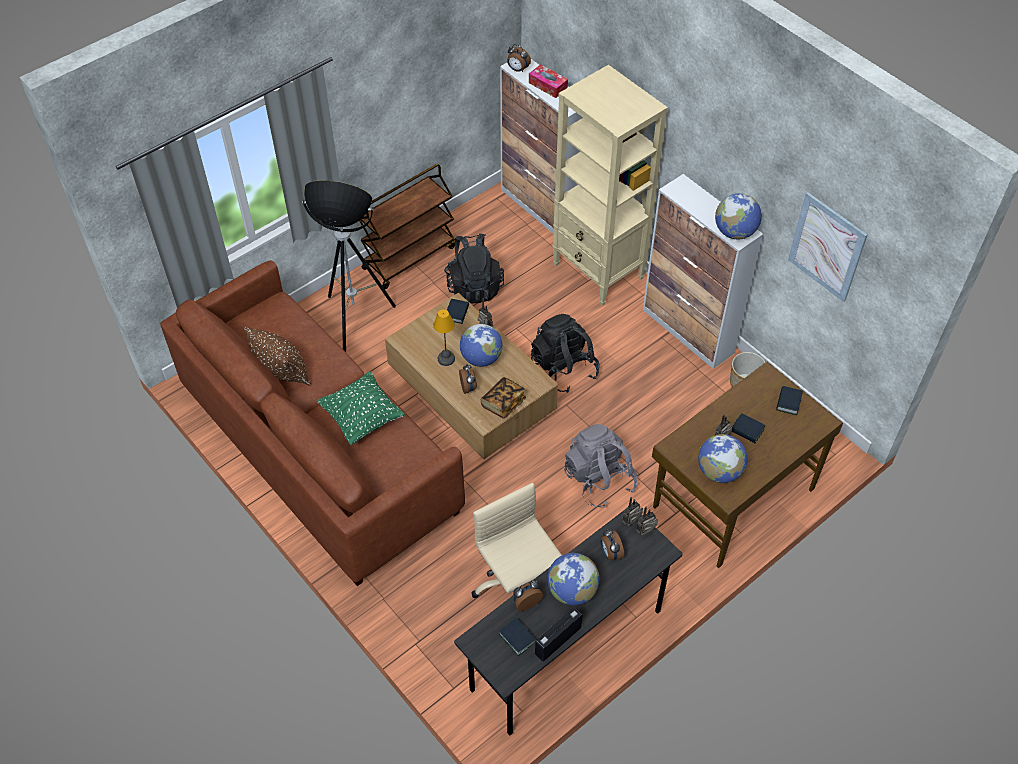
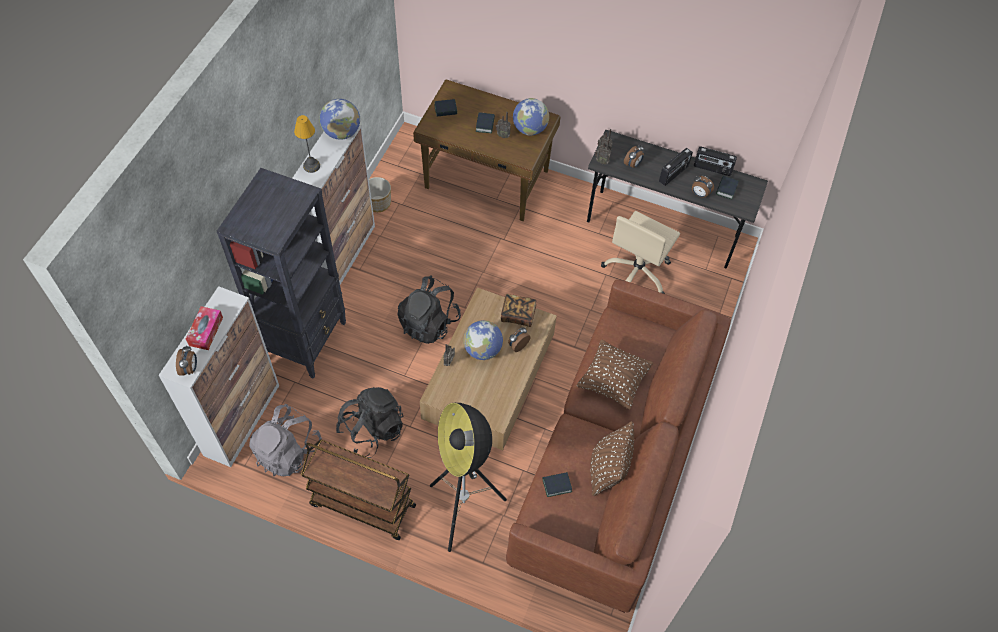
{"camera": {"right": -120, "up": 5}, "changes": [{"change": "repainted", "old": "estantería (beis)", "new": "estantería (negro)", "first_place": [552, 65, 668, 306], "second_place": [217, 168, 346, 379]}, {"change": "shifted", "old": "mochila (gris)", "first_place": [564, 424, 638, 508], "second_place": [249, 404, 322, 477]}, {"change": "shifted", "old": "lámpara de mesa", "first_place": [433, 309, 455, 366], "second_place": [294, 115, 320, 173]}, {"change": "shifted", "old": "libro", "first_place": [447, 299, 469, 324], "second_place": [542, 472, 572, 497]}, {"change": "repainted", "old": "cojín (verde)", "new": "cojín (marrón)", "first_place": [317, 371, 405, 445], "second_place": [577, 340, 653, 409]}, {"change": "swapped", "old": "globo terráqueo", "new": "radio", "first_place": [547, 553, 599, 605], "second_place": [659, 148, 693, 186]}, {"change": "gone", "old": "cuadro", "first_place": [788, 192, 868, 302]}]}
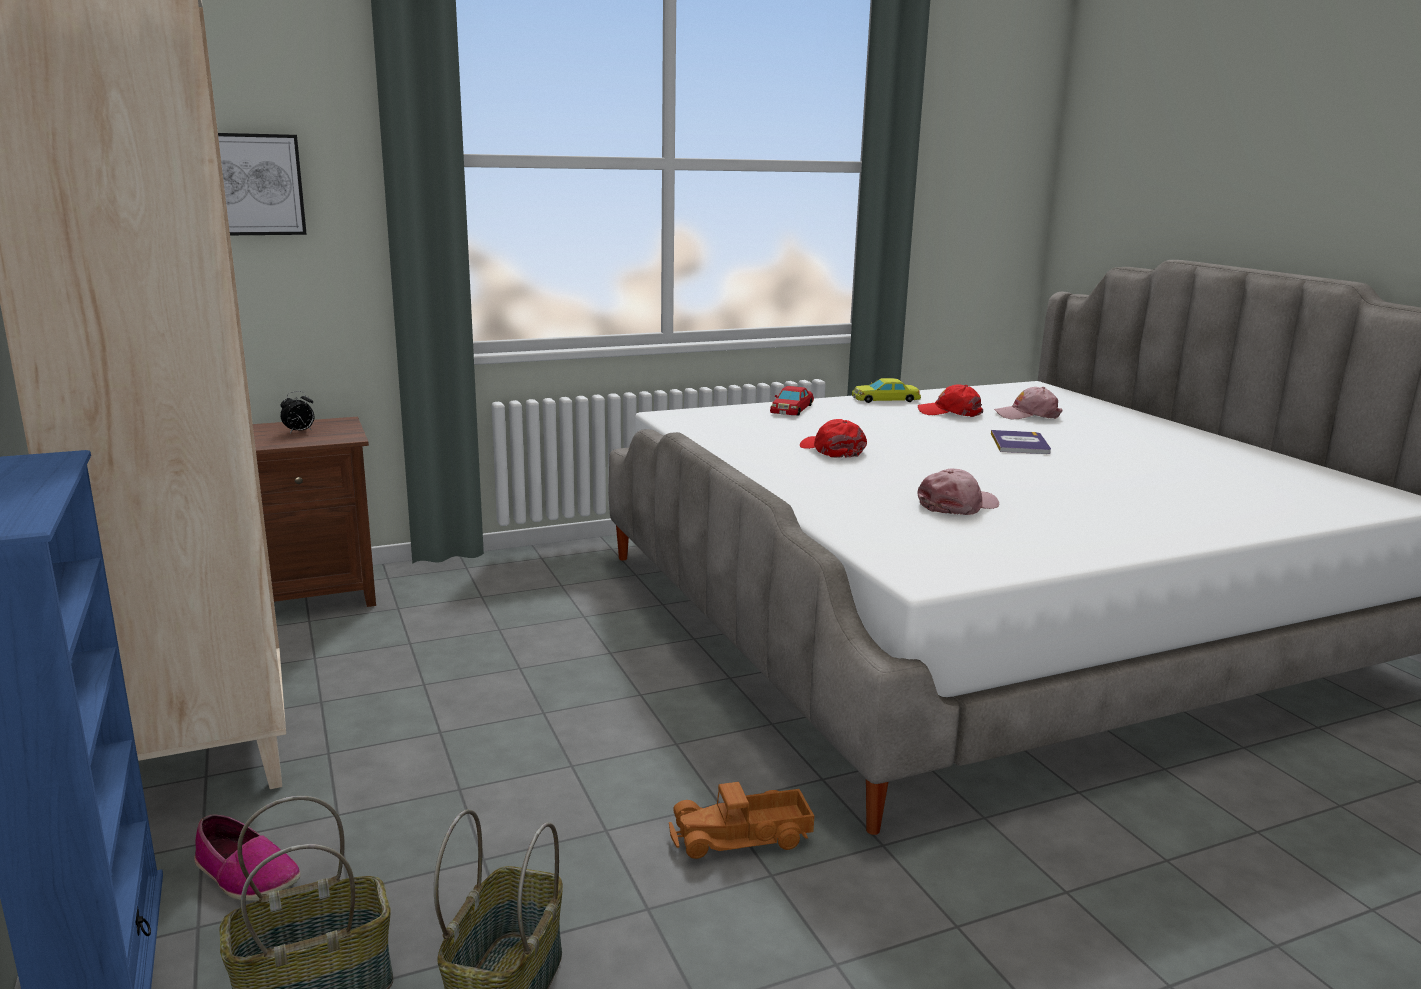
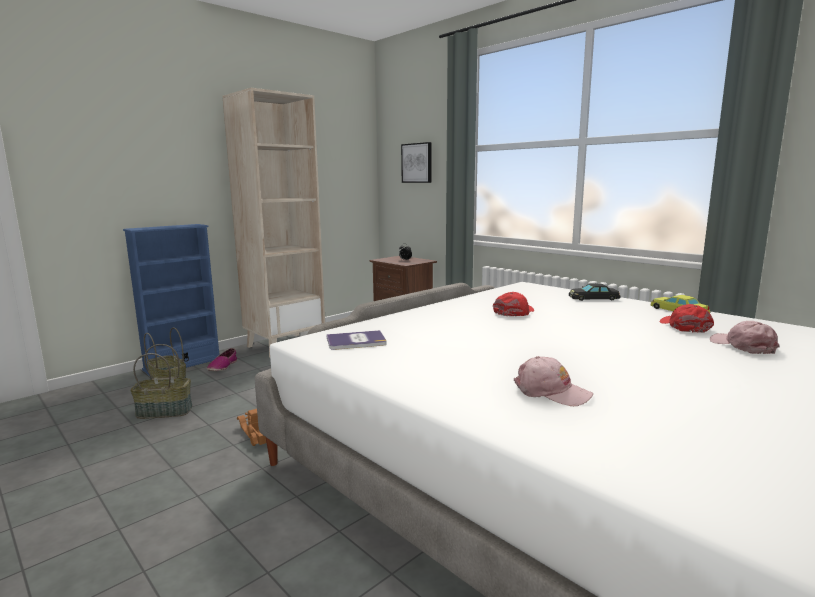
{"camera": {"right": 70, "up": -5}, "changes": [{"change": "shifted", "old": "libro", "first_place": [991, 430, 1051, 454], "second_place": [326, 330, 387, 350]}, {"change": "shifted", "old": "gorra (rosa)", "first_place": [917, 469, 999, 515], "second_place": [514, 356, 593, 406]}, {"change": "repainted", "old": "coche de juguete (rojo)", "new": "coche de juguete (negro)", "first_place": [770, 386, 814, 416], "second_place": [569, 283, 621, 301]}]}
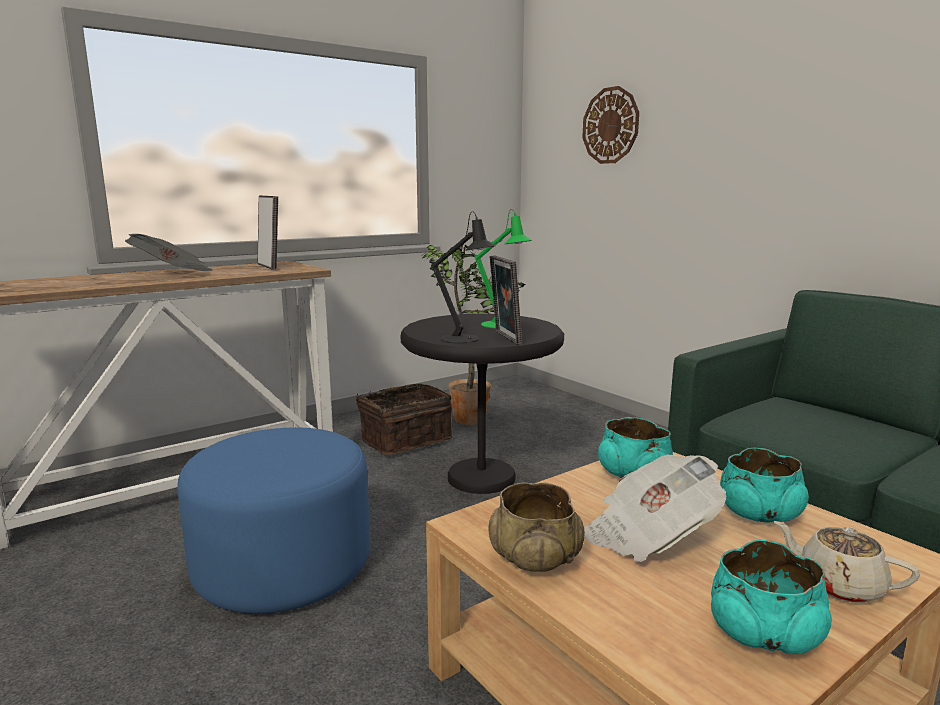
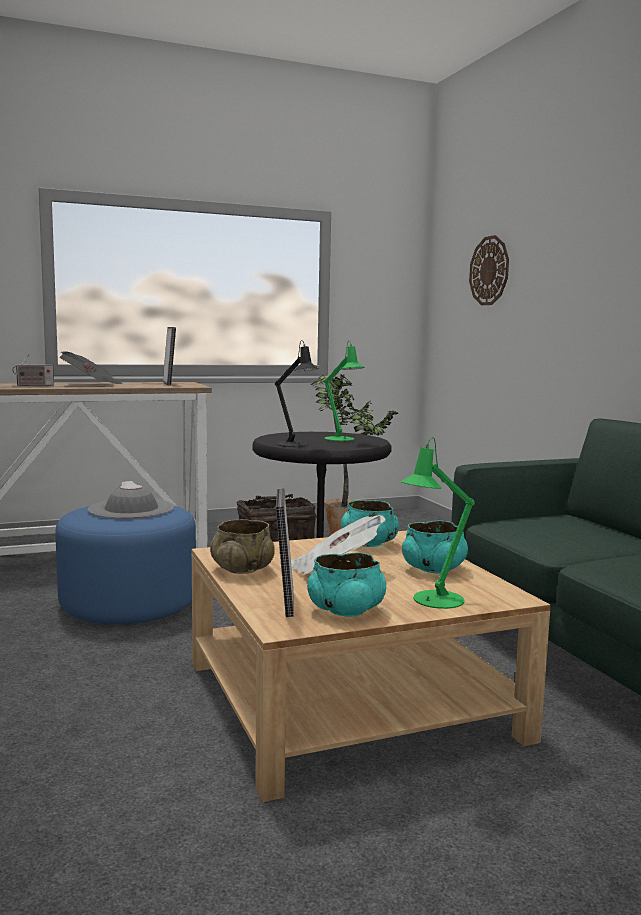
{"camera": {"right": 15, "up": -5}, "changes": [{"change": "new", "new": "radio", "second_place": [12, 354, 54, 386]}, {"change": "new", "new": "sombrero (gris)", "second_place": [88, 481, 174, 519]}, {"change": "shifted", "old": "portarretratos", "first_place": [490, 256, 522, 345], "second_place": [276, 488, 294, 617]}, {"change": "swapped", "old": "tetera (beis)", "new": "lámpara de mesa (verde)", "first_place": [773, 521, 920, 603], "second_place": [401, 437, 475, 609]}]}
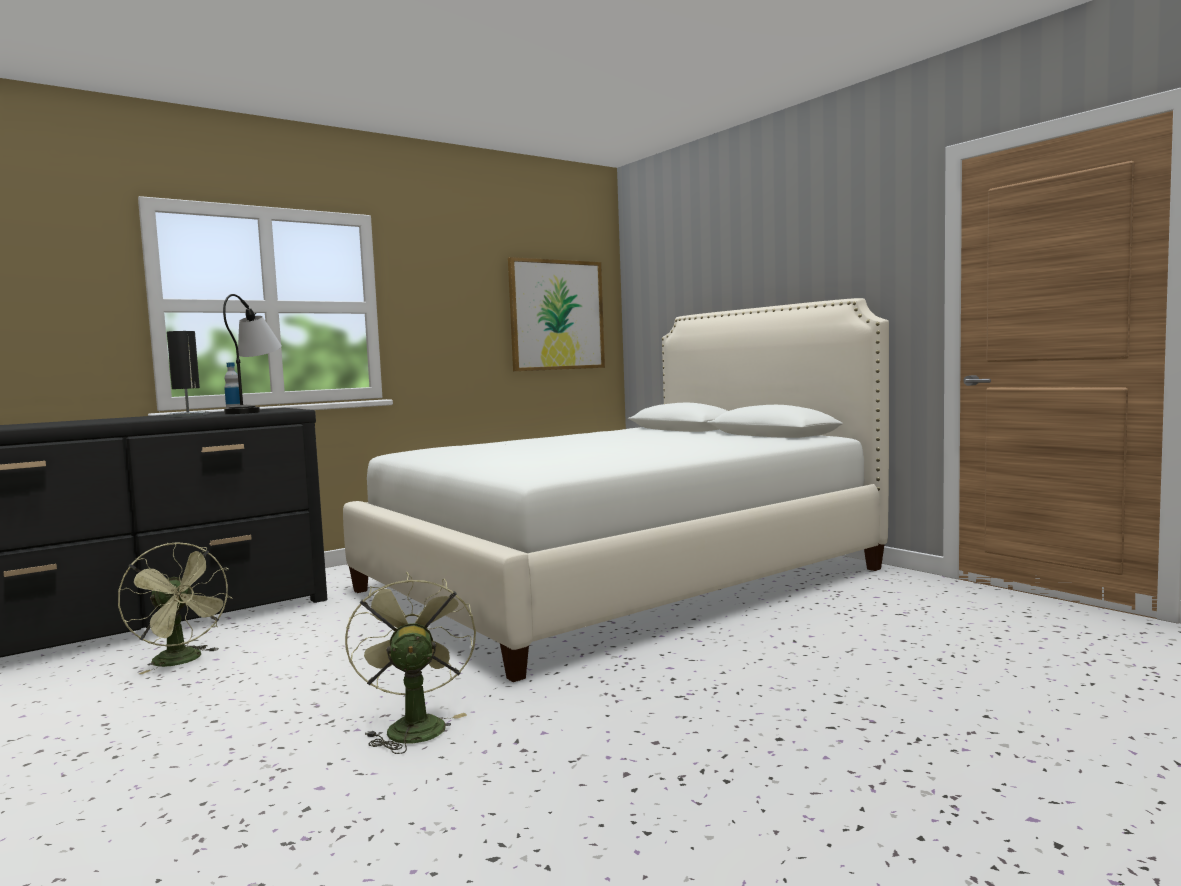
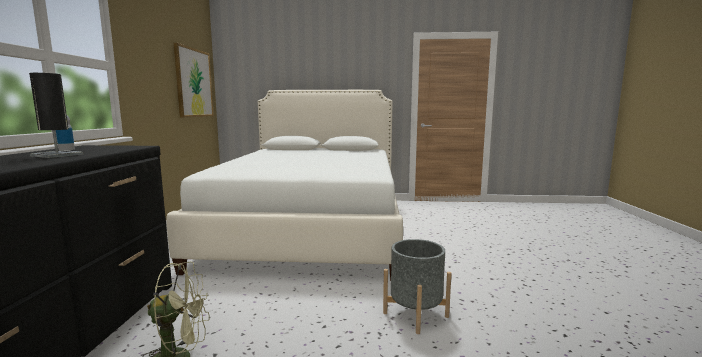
{"camera": {"right": -50, "up": 5}, "changes": [{"change": "swapped", "old": "ventilador (verde)", "new": "maceta (gris)", "first_place": [345, 572, 476, 754], "second_place": [383, 239, 451, 334]}, {"change": "gone", "old": "lámpara de mesa", "first_place": [223, 294, 282, 414]}]}
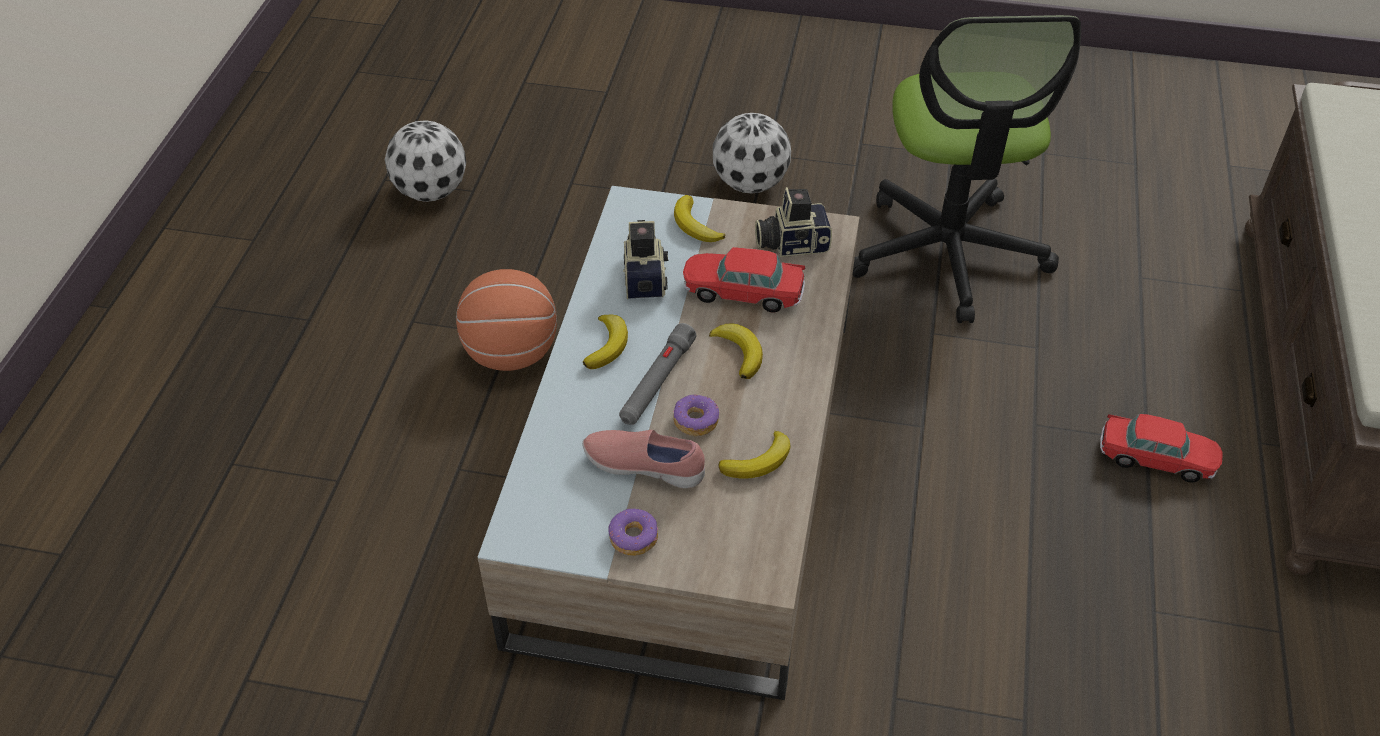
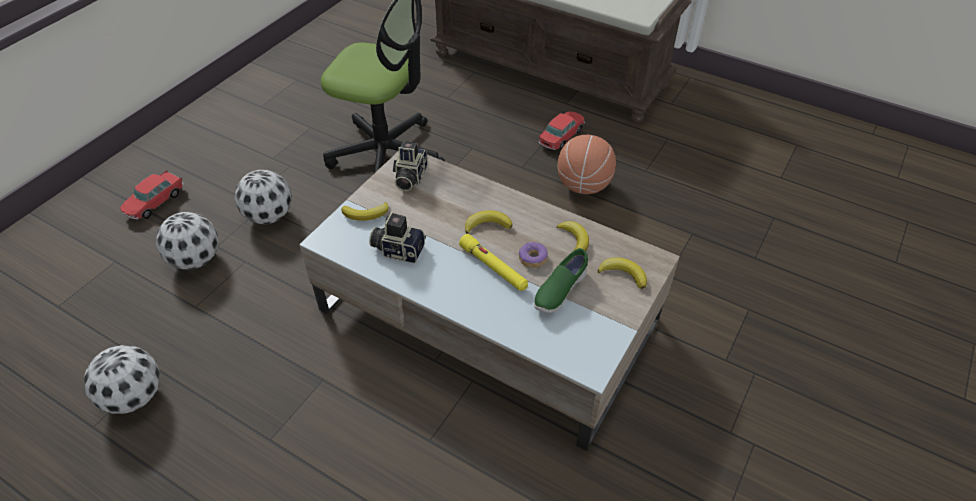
{"camera": {"right": -70, "up": 0}, "changes": [{"change": "shifted", "old": "coche de juguete", "first_place": [683, 247, 805, 313], "second_place": [120, 170, 184, 220]}, {"change": "new", "new": "balón de fútbol", "second_place": [156, 212, 218, 269]}, {"change": "repainted", "old": "linterna (gris)", "new": "linterna (amarillo)", "first_place": [619, 323, 696, 425], "second_place": [459, 234, 528, 291]}, {"change": "repainted", "old": "zapato (rosa)", "new": "zapato (verde)", "first_place": [582, 430, 705, 488], "second_place": [534, 248, 588, 313]}, {"change": "shifted", "old": "balón de baloncesto", "first_place": [456, 269, 557, 371], "second_place": [557, 135, 616, 194]}, {"change": "shifted", "old": "plátano", "first_place": [583, 314, 628, 369], "second_place": [598, 257, 647, 289]}, {"change": "gone", "old": "rosquilla", "first_place": [608, 509, 659, 556]}]}
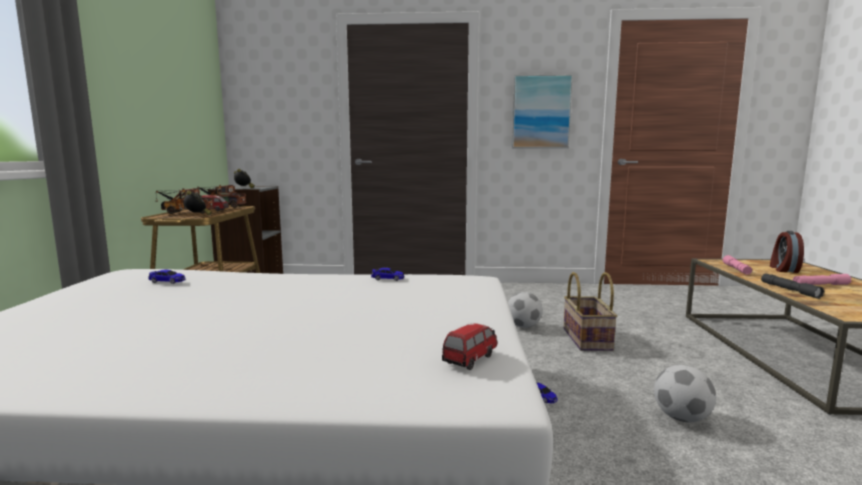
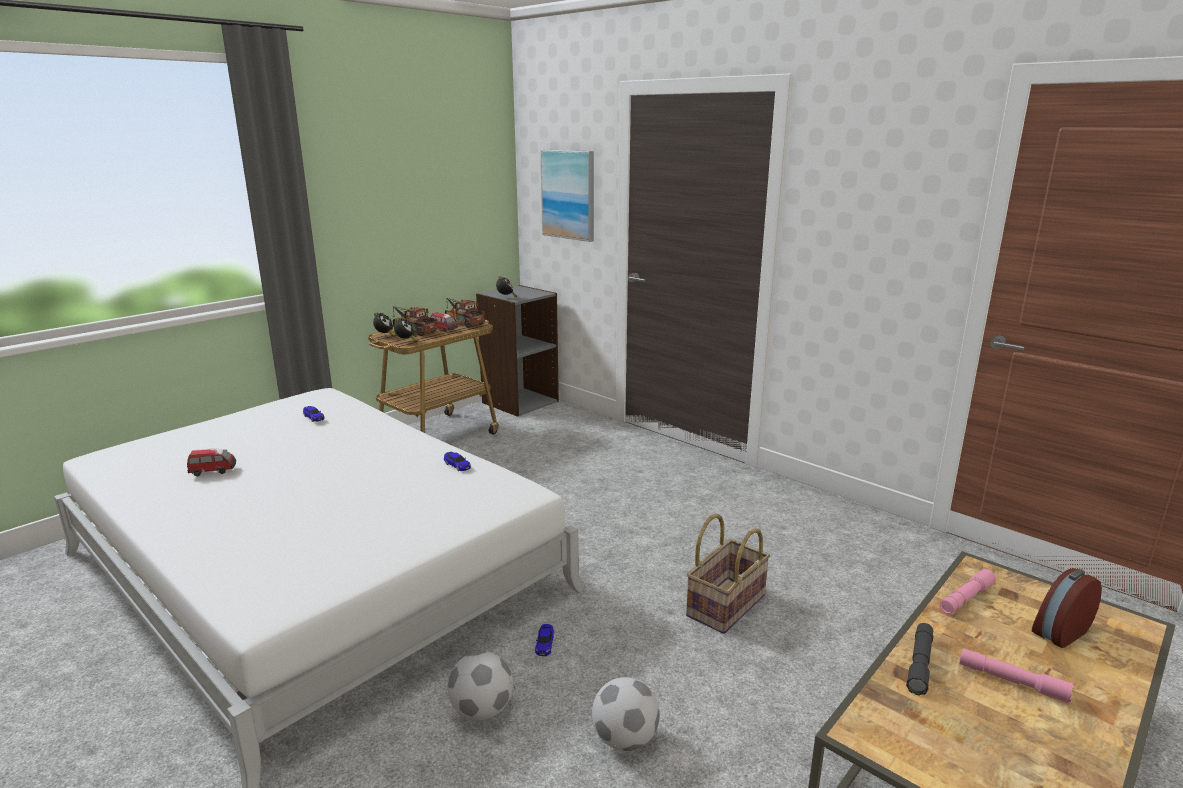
{"camera": {"right": 40, "up": 10}, "changes": [{"change": "shifted", "old": "coche de juguete", "first_place": [442, 322, 497, 370], "second_place": [187, 449, 236, 476]}, {"change": "new", "new": "despertador", "second_place": [373, 312, 396, 337]}, {"change": "shifted", "old": "balón de fútbol", "first_place": [508, 292, 543, 328], "second_place": [448, 651, 513, 721]}, {"change": "shifted", "old": "cuadro", "first_place": [512, 74, 573, 148], "second_place": [540, 149, 594, 242]}]}
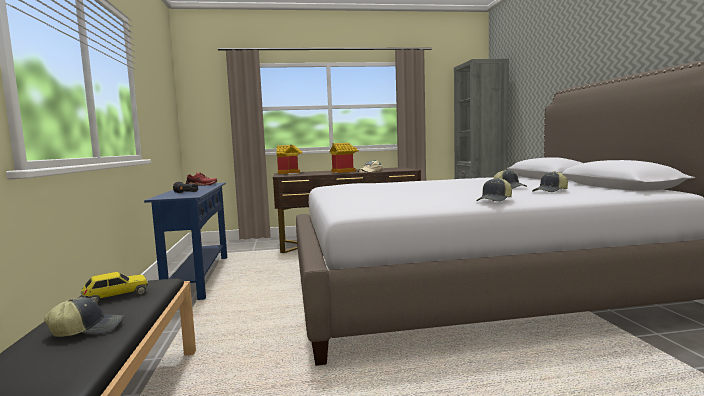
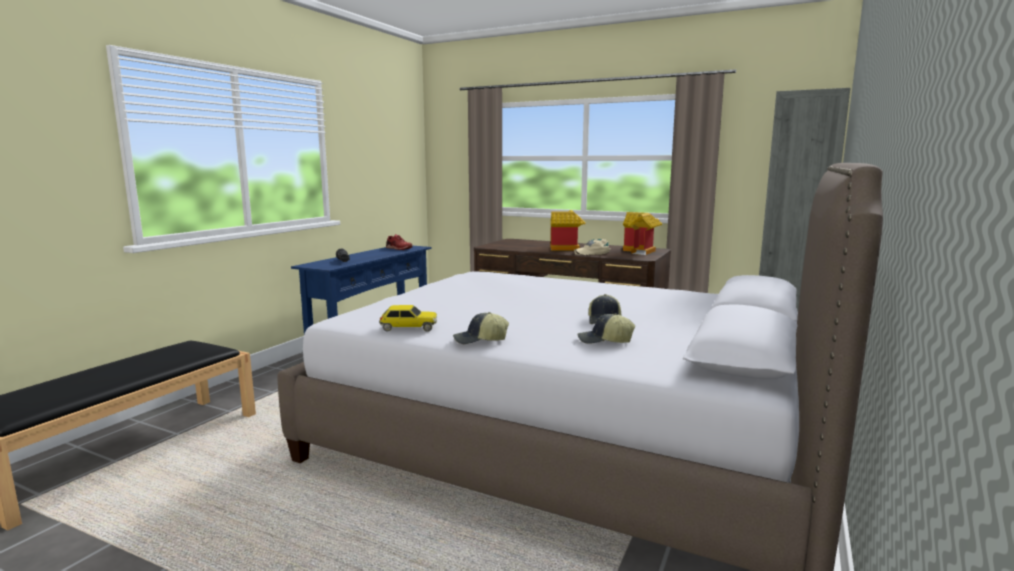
{"camera": {"right": 35, "up": 5}, "changes": [{"change": "shifted", "old": "coche de juguete", "first_place": [81, 272, 148, 303], "second_place": [379, 305, 437, 332]}, {"change": "shifted", "old": "casita", "first_place": [276, 145, 303, 174], "second_place": [623, 212, 662, 255]}, {"change": "gone", "old": "gorra", "first_place": [44, 297, 123, 337]}]}
